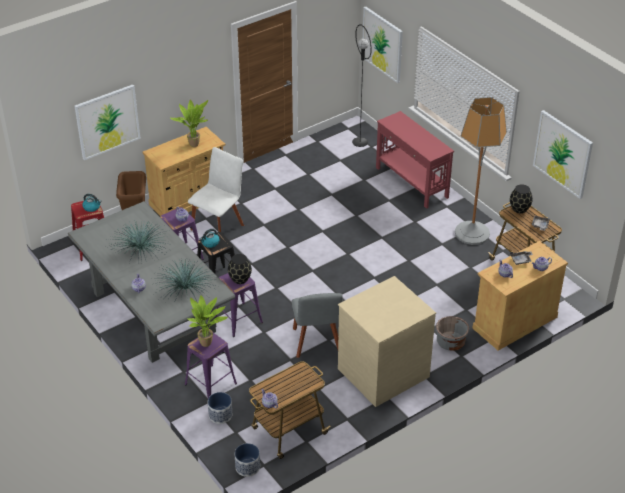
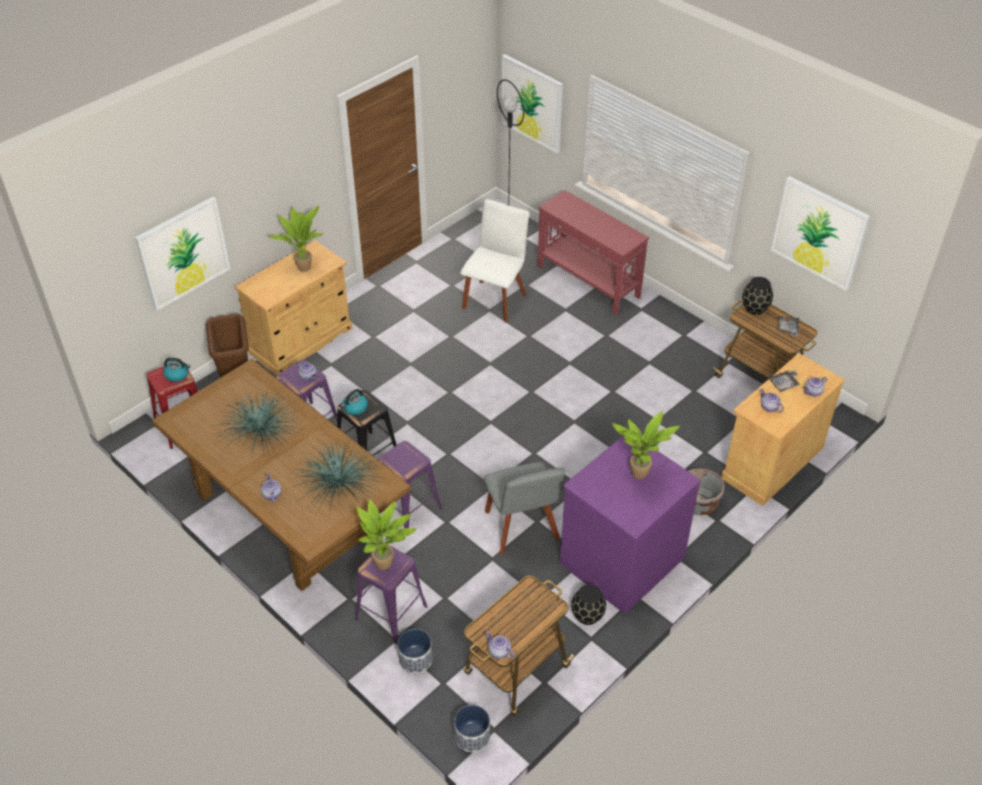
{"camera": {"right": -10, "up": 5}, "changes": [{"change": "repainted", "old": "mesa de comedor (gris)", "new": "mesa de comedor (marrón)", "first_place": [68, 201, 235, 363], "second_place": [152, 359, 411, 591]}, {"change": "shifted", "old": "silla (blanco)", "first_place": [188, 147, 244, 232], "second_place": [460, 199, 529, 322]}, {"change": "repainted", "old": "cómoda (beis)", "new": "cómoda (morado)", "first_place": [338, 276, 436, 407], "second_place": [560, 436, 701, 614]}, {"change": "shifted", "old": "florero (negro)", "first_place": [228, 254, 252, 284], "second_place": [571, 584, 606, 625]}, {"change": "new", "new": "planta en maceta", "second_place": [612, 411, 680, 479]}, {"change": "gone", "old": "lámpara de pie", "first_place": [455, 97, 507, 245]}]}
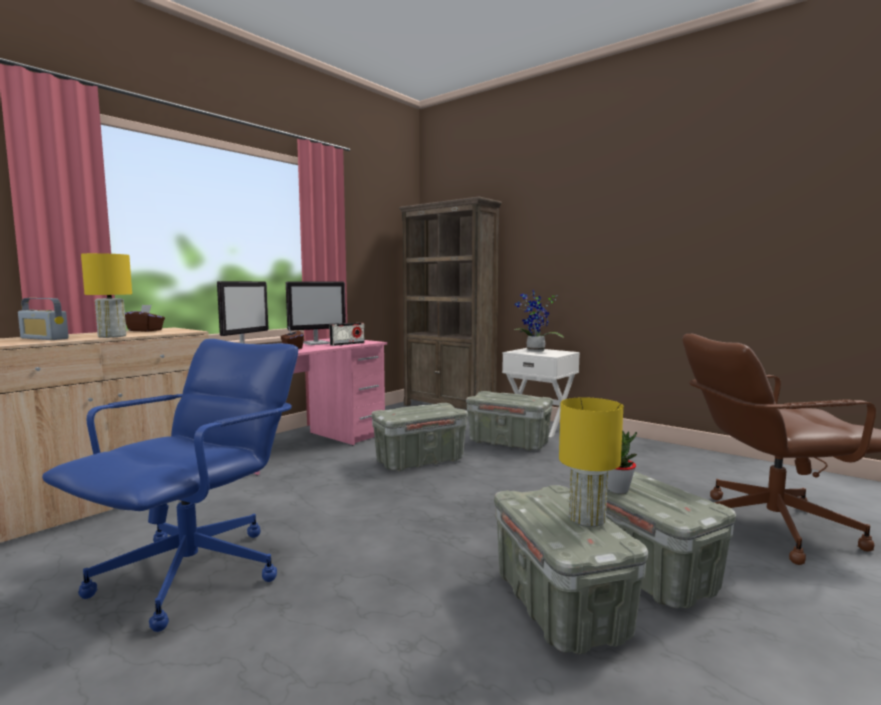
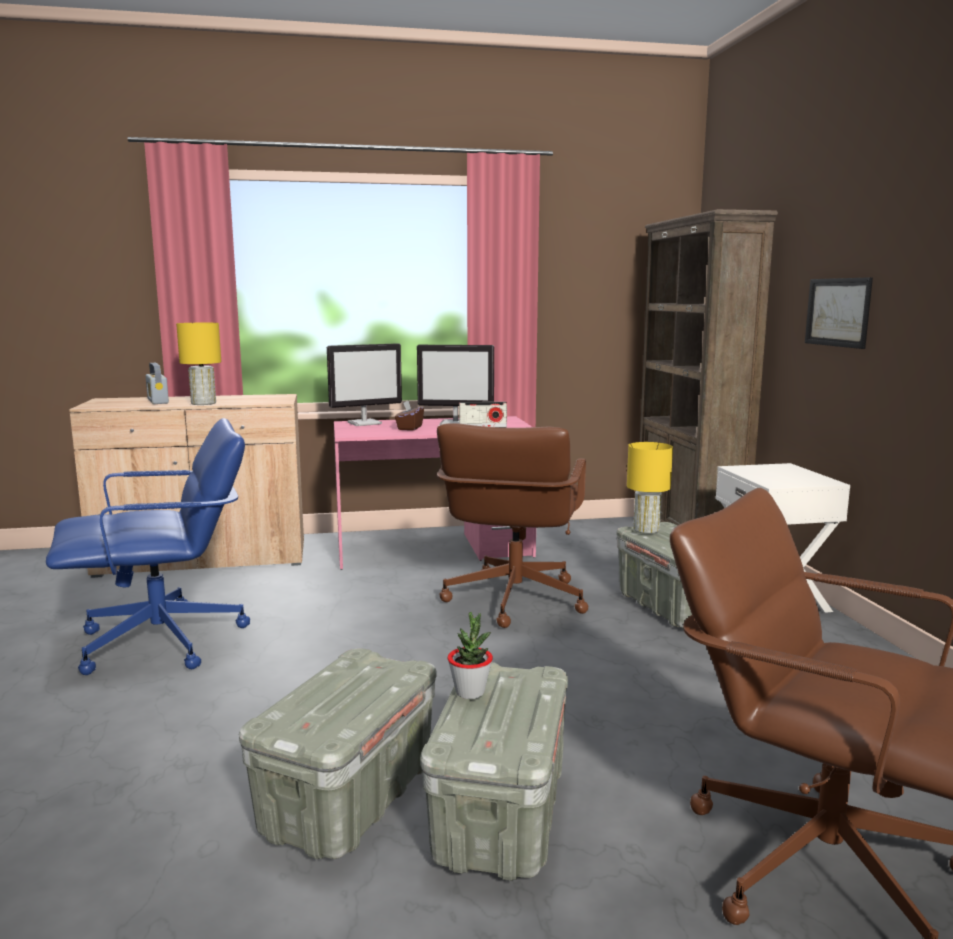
{"camera": {"right": 40, "up": 5}, "changes": [{"change": "swapped", "old": "caja de almacenaje (gris)", "new": "silla de oficina (marrón)", "first_place": [371, 403, 468, 471], "second_place": [437, 423, 588, 628]}, {"change": "shifted", "old": "lámpara de mesa (amarillo)", "first_place": [559, 397, 623, 527], "second_place": [627, 442, 673, 534]}, {"change": "new", "new": "cuadro", "second_place": [805, 277, 873, 349]}, {"change": "gone", "old": "caja de pañuelos (marrón)", "first_place": [125, 305, 165, 332]}, {"change": "gone", "old": "planta en maceta", "first_place": [514, 290, 564, 352]}]}
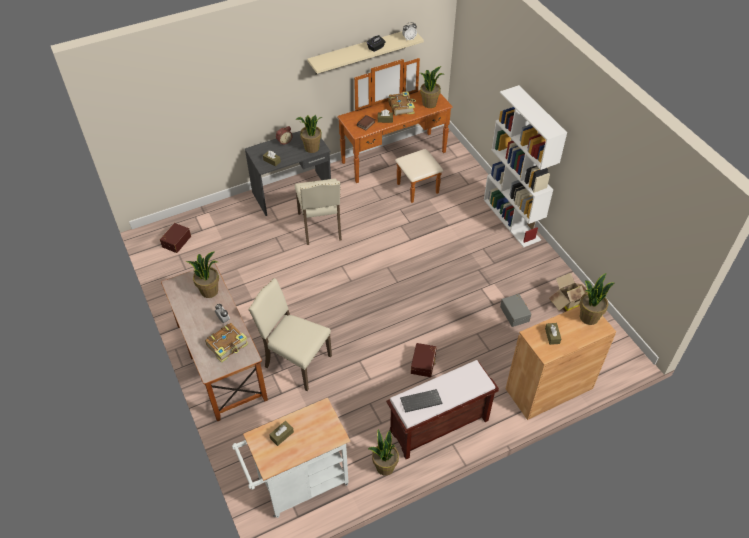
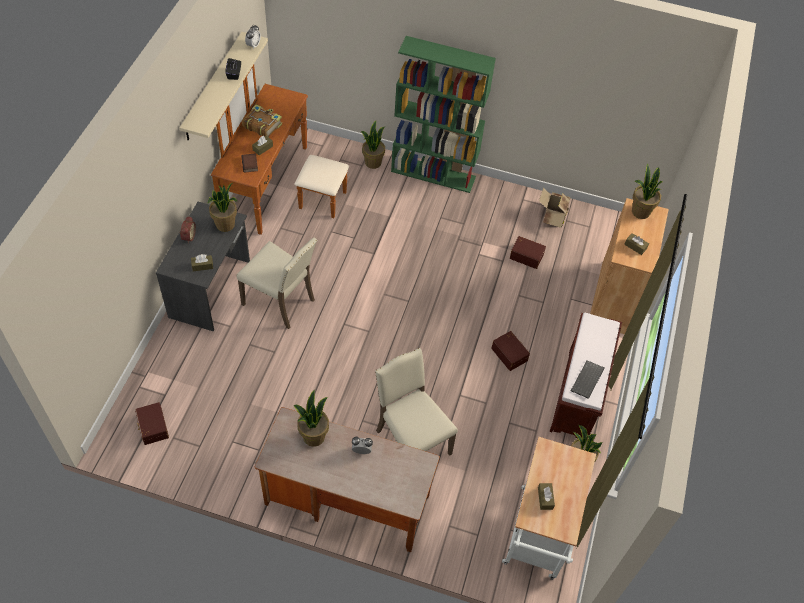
{"camera": {"right": -50, "up": 5}, "changes": [{"change": "shifted", "old": "planta en maceta", "first_place": [420, 66, 443, 108], "second_place": [361, 121, 385, 169]}, {"change": "rotated", "old": "silla (beis)", "first_place": [248, 278, 332, 391], "second_place": [375, 348, 458, 456], "degrees": 75}, {"change": "repainted", "old": "estantería (blanco)", "new": "estantería (verde)", "first_place": [484, 85, 567, 248], "second_place": [391, 36, 496, 193]}, {"change": "repainted", "old": "caja de almacenaje (gris)", "new": "caja de almacenaje (marrón)", "first_place": [500, 294, 531, 327], "second_place": [510, 236, 546, 269]}, {"change": "gone", "old": "libro", "first_place": [205, 323, 248, 363]}]}
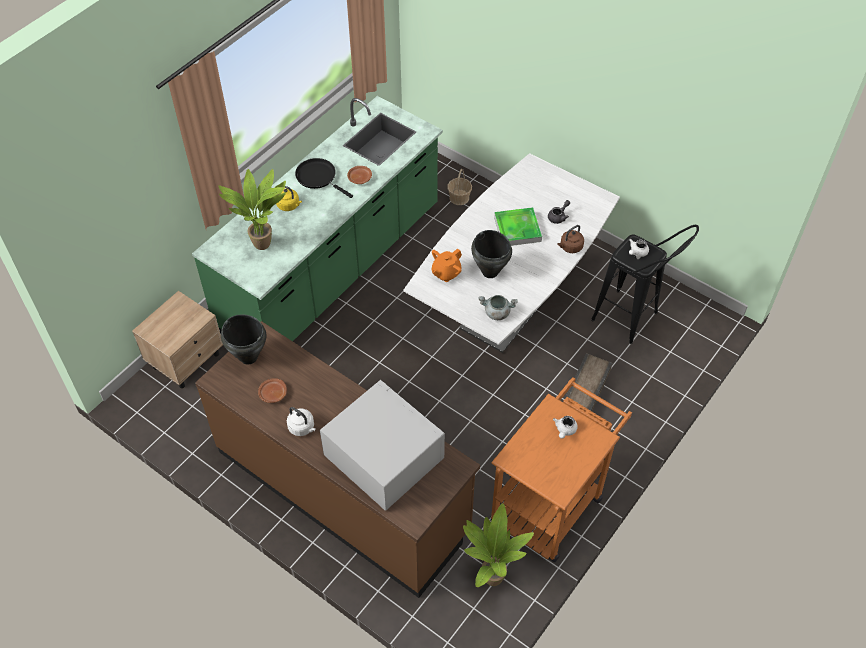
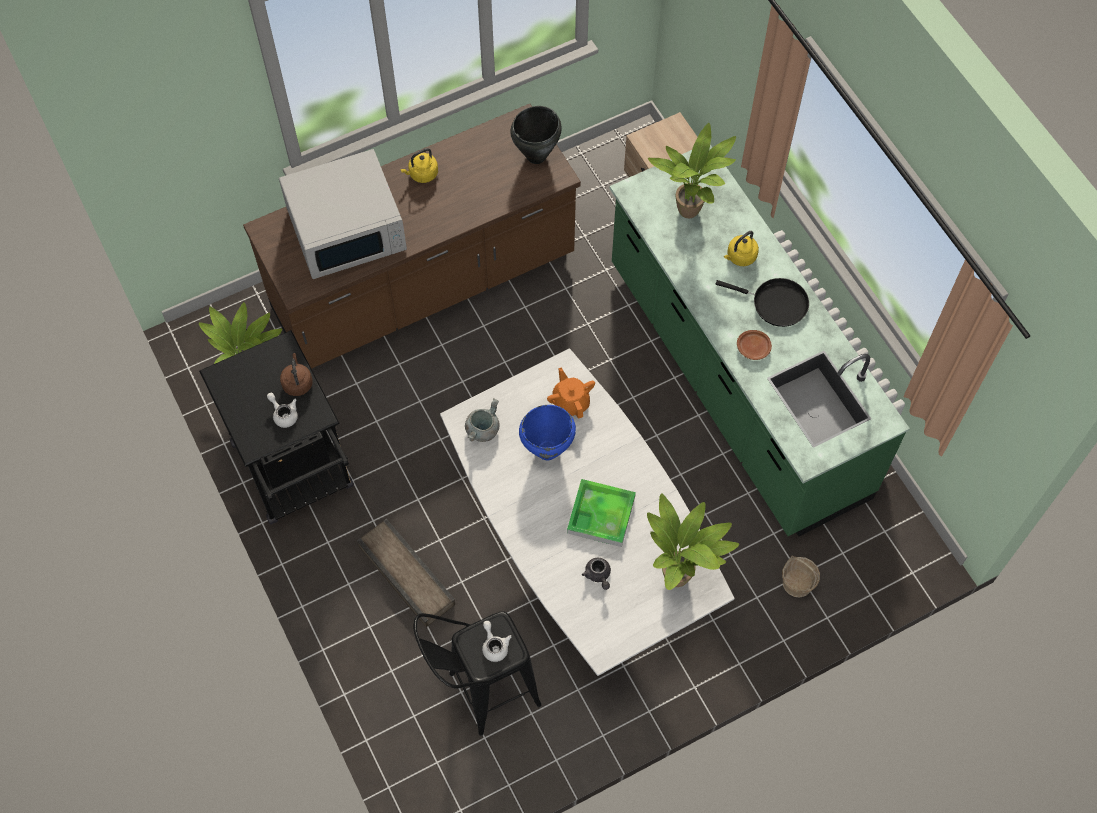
{"camera": {"right": 115, "up": 10}, "changes": [{"change": "repainted", "old": "carrito (naranja)", "new": "carrito (negro)", "first_place": [491, 377, 632, 562], "second_place": [199, 330, 354, 524]}, {"change": "shifted", "old": "hervidor (marrón)", "first_place": [557, 225, 584, 253], "second_place": [280, 353, 313, 396]}, {"change": "repainted", "old": "hervidor (blanco)", "new": "hervidor (amarillo)", "first_place": [287, 407, 316, 436], "second_place": [400, 148, 438, 183]}, {"change": "repainted", "old": "olla (negro)", "new": "olla (azul)", "first_place": [471, 230, 512, 278], "second_place": [519, 405, 576, 460]}, {"change": "new", "new": "planta en maceta", "second_place": [647, 493, 739, 590]}, {"change": "rotated", "old": "sartén (negro)", "first_place": [295, 158, 353, 198], "second_place": [716, 278, 809, 327], "degrees": 45}, {"change": "gone", "old": "plato (marrón)", "first_place": [258, 378, 287, 403]}]}
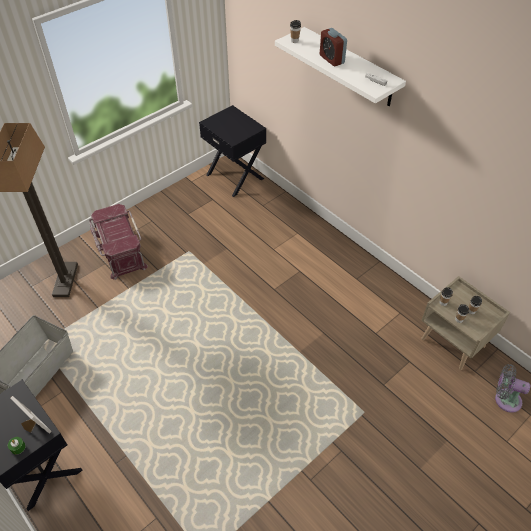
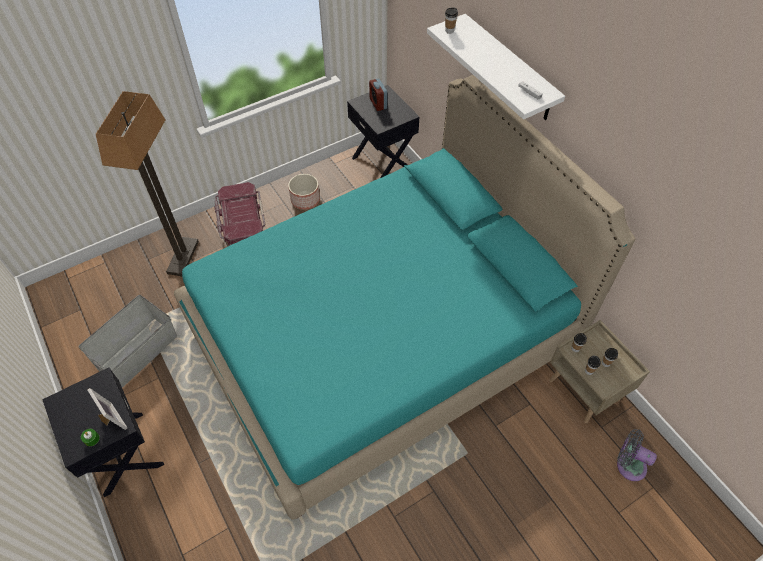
{"camera": {"right": 10, "up": 5}, "changes": [{"change": "new", "new": "cama (turquesa)", "second_place": [174, 75, 635, 520]}, {"change": "new", "new": "maceta", "second_place": [288, 174, 320, 210]}, {"change": "shifted", "old": "despertador", "first_place": [320, 28, 347, 66], "second_place": [369, 78, 387, 111]}]}
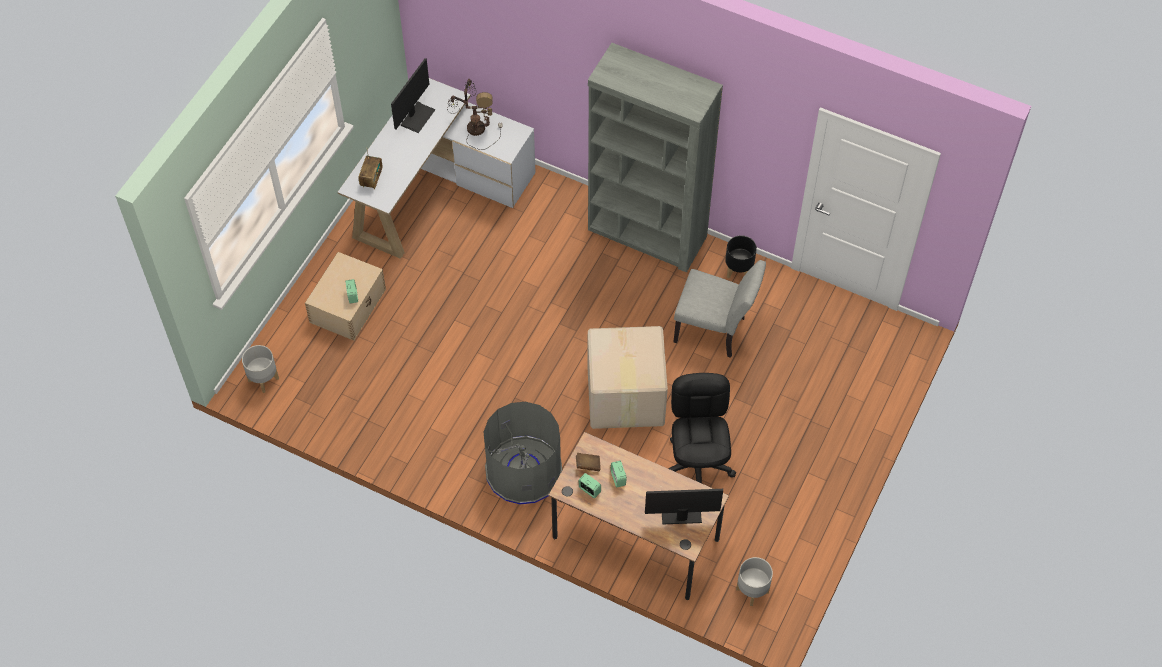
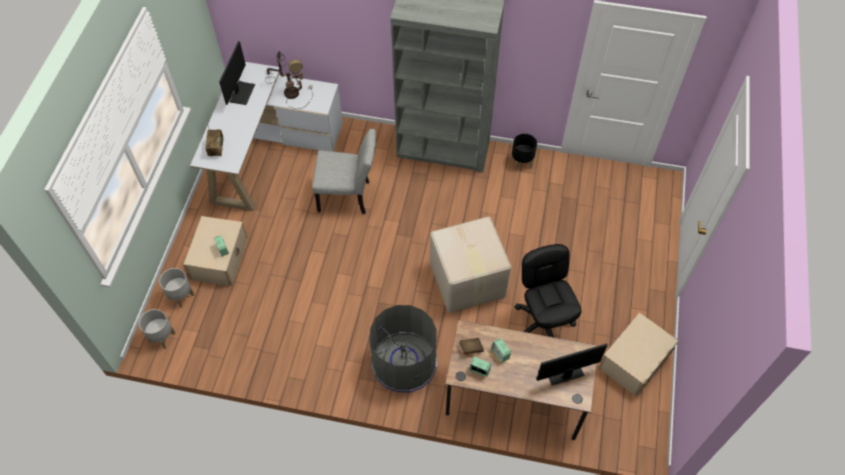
{"camera": {"right": -15, "up": 0}, "changes": [{"change": "shifted", "old": "maceta (gris)", "first_place": [736, 557, 773, 606], "second_place": [159, 268, 194, 308]}, {"change": "shifted", "old": "silla (gris)", "first_place": [673, 260, 766, 358], "second_place": [312, 129, 376, 214]}, {"change": "new", "new": "caja de almacenaje (beis)", "second_place": [598, 313, 679, 397]}]}
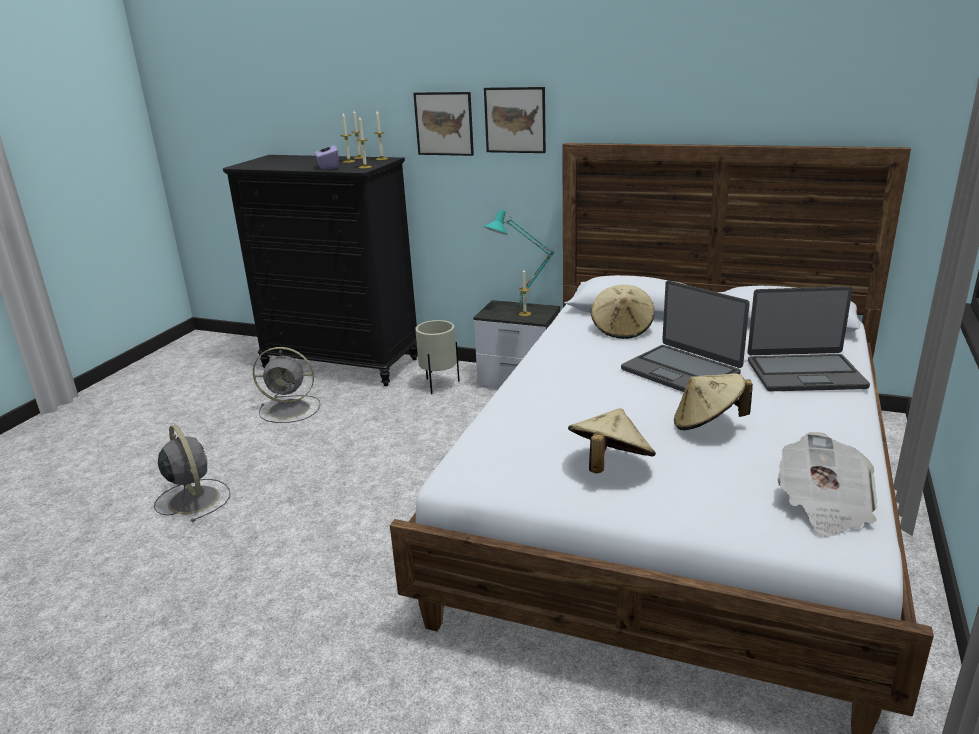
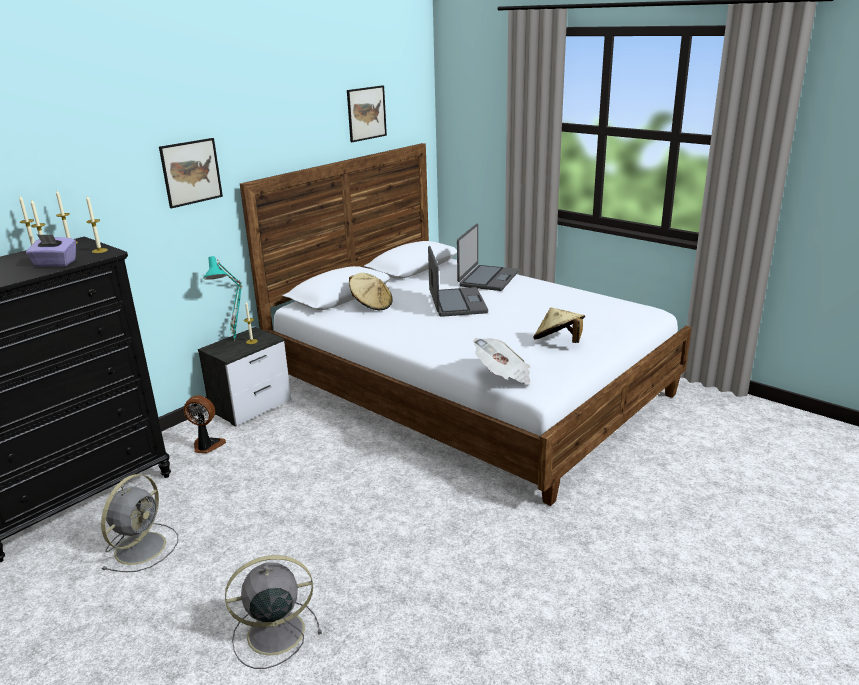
{"camera": {"right": -70, "up": 0}, "changes": [{"change": "swapped", "old": "maceta (beis)", "new": "ventilador", "first_place": [415, 320, 460, 394], "second_place": [184, 395, 226, 453]}, {"change": "shifted", "old": "cuadro", "first_place": [413, 92, 474, 156], "second_place": [347, 85, 387, 142]}, {"change": "rotated", "old": "portátil", "first_place": [621, 280, 750, 392], "second_place": [428, 246, 488, 317], "degrees": -75}, {"change": "shifted", "old": "periódico", "first_place": [777, 432, 877, 537], "second_place": [474, 338, 530, 385]}, {"change": "gone", "old": "sombrero (beis)", "first_place": [674, 373, 753, 430]}]}
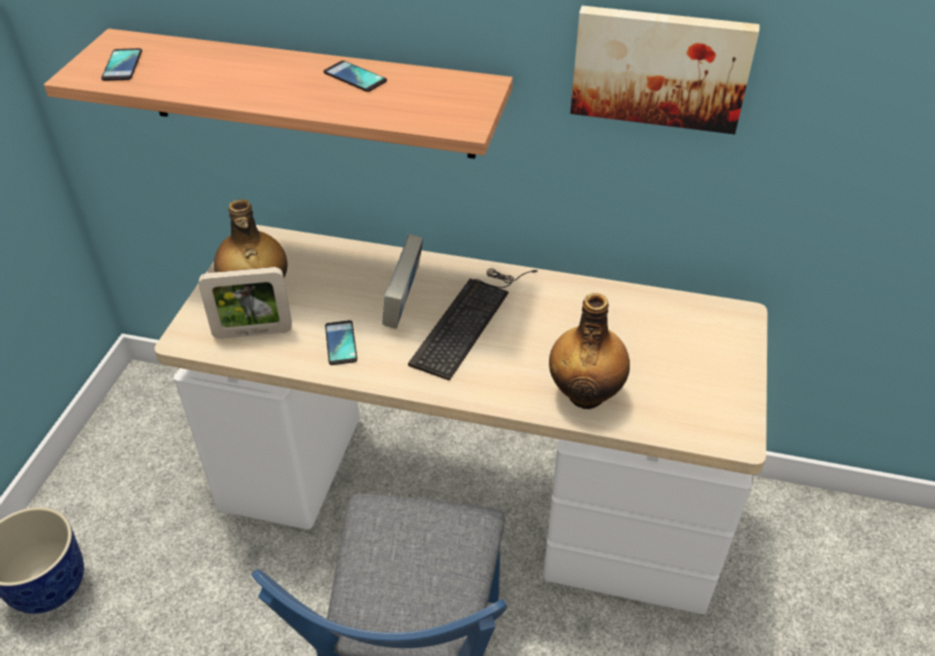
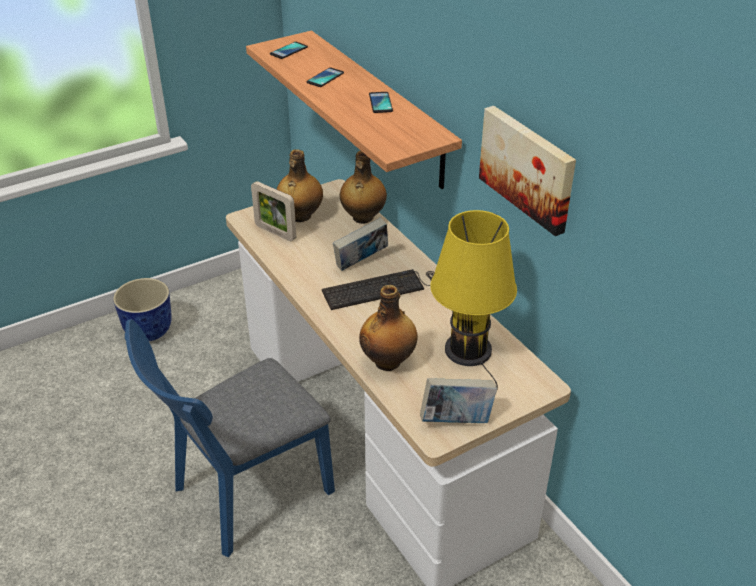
{"camera": {"right": 45, "up": -5}, "changes": [{"change": "shifted", "old": "móvil", "first_place": [325, 320, 357, 365], "second_place": [306, 67, 344, 87]}, {"change": "new", "new": "botella", "second_place": [340, 151, 387, 224]}, {"change": "new", "new": "libro", "second_place": [420, 378, 497, 423]}, {"change": "new", "new": "lámpara de mesa (amarillo)", "second_place": [430, 210, 517, 389]}]}
